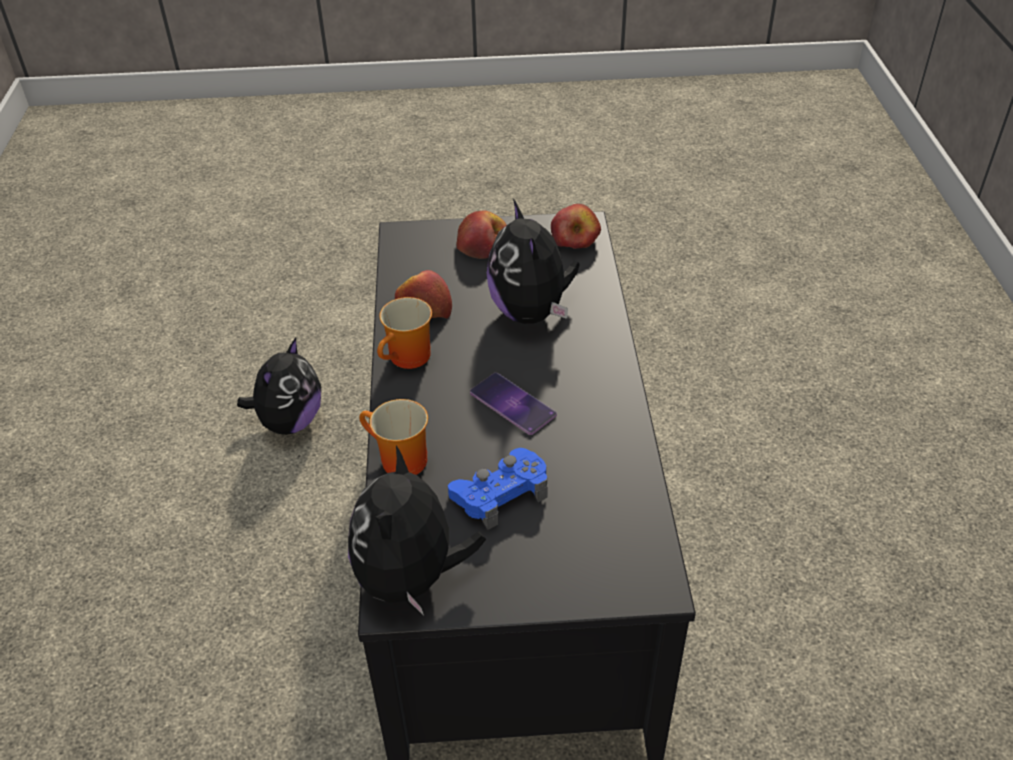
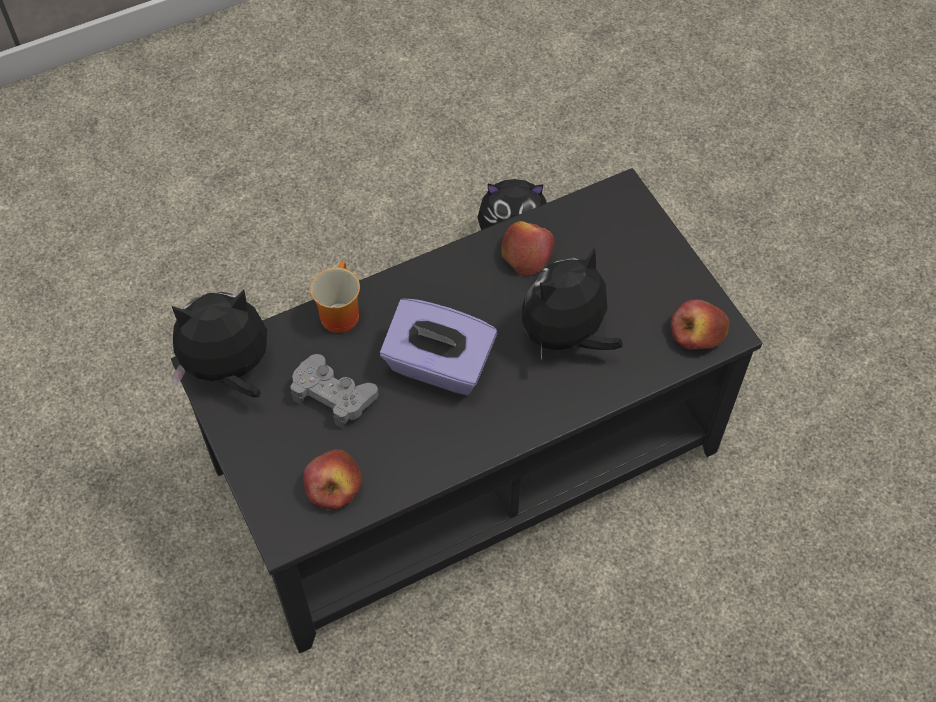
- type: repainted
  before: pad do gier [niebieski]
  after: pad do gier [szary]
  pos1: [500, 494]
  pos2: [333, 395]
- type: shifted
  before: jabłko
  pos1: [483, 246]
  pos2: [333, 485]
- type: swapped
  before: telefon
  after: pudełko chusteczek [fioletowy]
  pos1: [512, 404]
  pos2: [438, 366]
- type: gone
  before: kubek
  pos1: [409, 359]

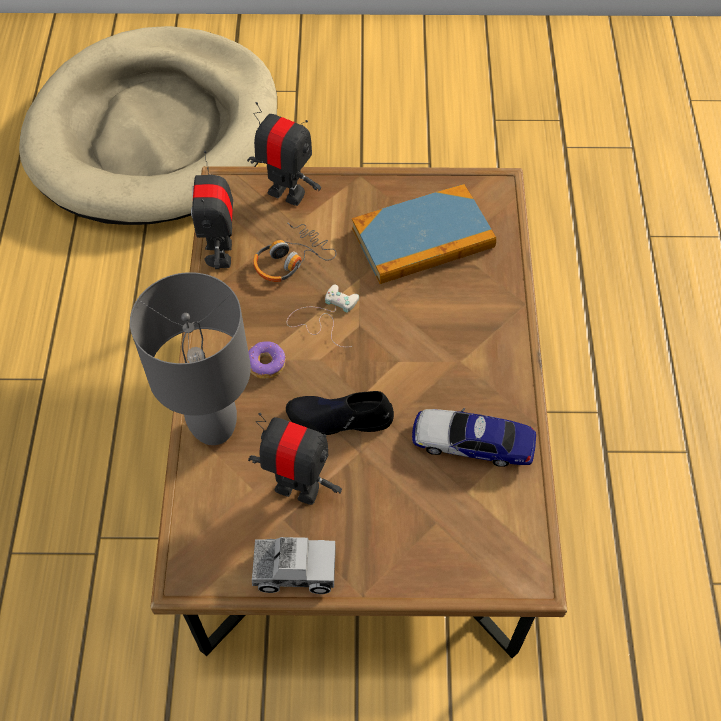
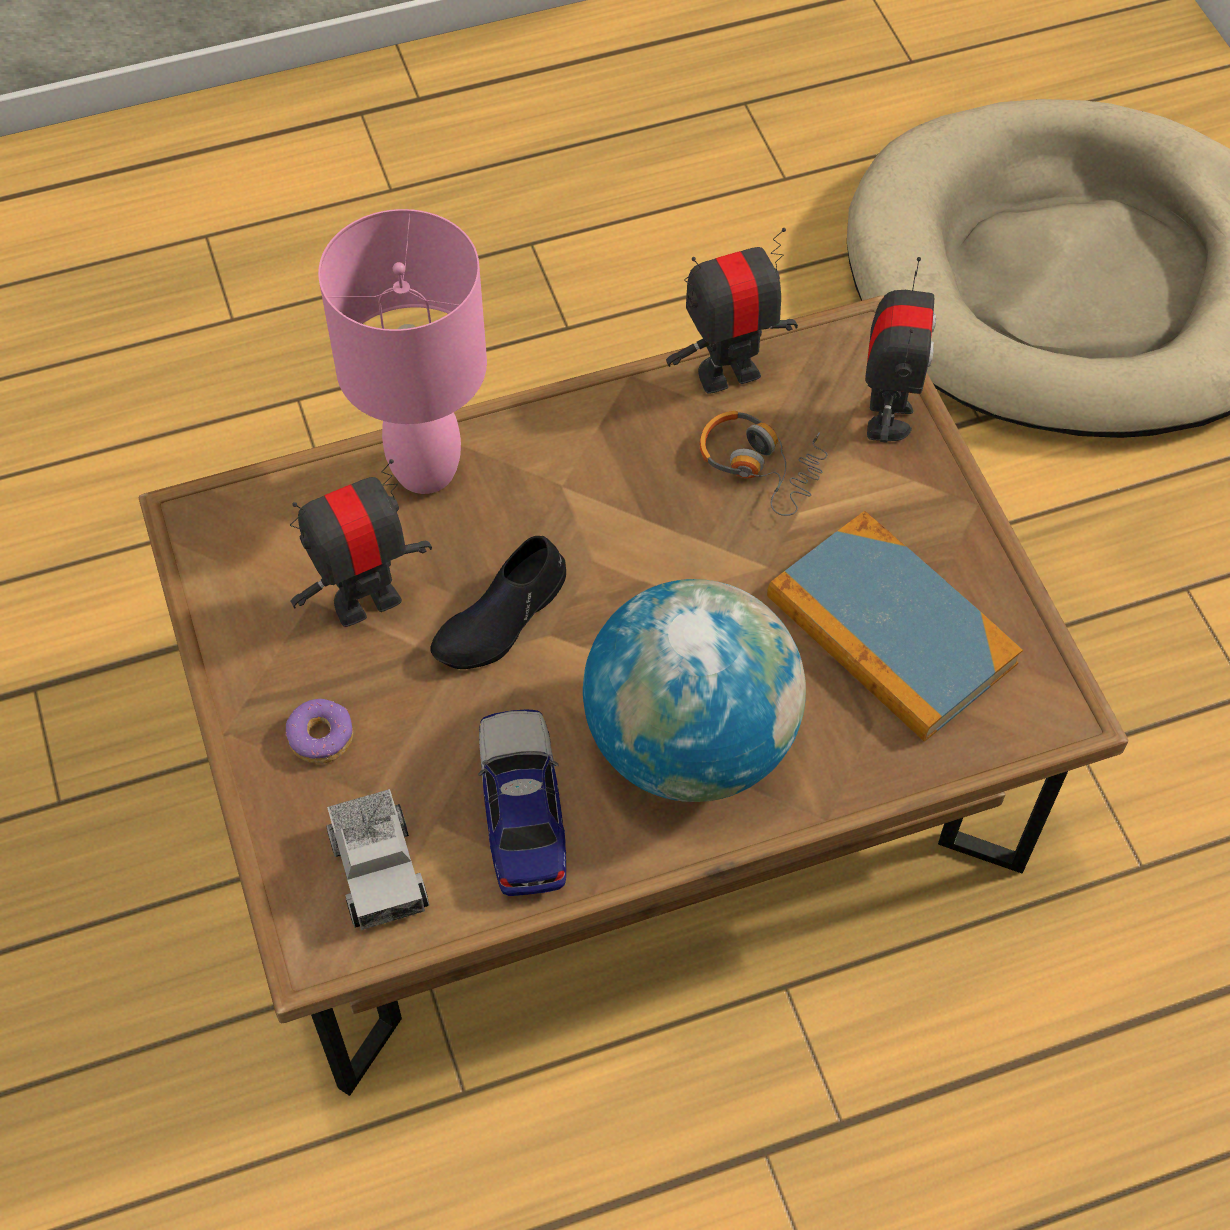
- type: shifted
  before: donut
  pos1: [266, 363]
  pos2: [321, 737]
- type: rotated
  before: robot zabawkowy
  pos1: [297, 488]
  pos2: [366, 601]
  turn: -120
- type: repainted
  before: lampa stołowa [szary]
  after: lampa stołowa [różowy]
  pos1: [213, 427]
  pos2: [426, 468]
- type: shifted
  before: ciężarówka zabawkowa
  pos1: [294, 570]
  pos2: [378, 869]
- type: rotated
  before: but [czarny]
  pos1: [340, 418]
  pos2: [501, 618]
  turn: -120
- type: new
  after: globus
  pos2: [690, 742]
- type: gone
  before: pad do gier [biały]
  pos1: [324, 317]

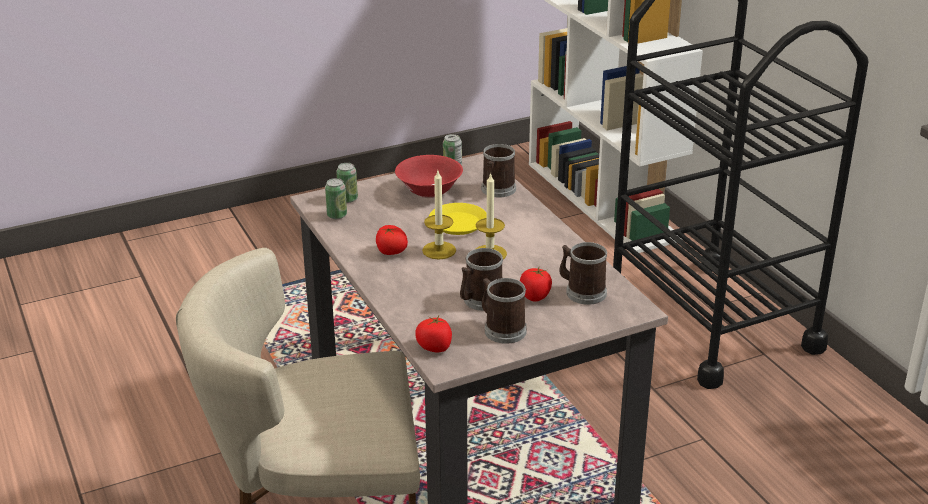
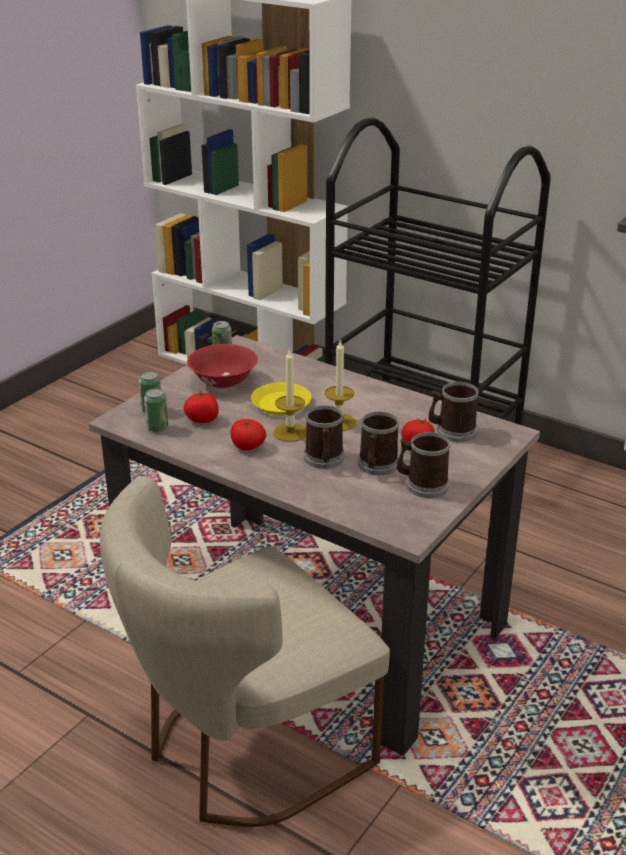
- type: shifted
  before: pomidor
  pos1: [435, 347]
  pos2: [202, 419]
- type: shifted
  before: kubek
  pos1: [496, 191]
  pos2: [324, 460]

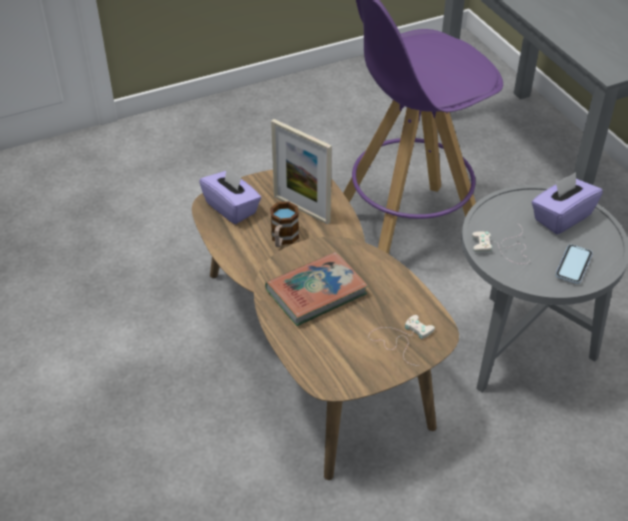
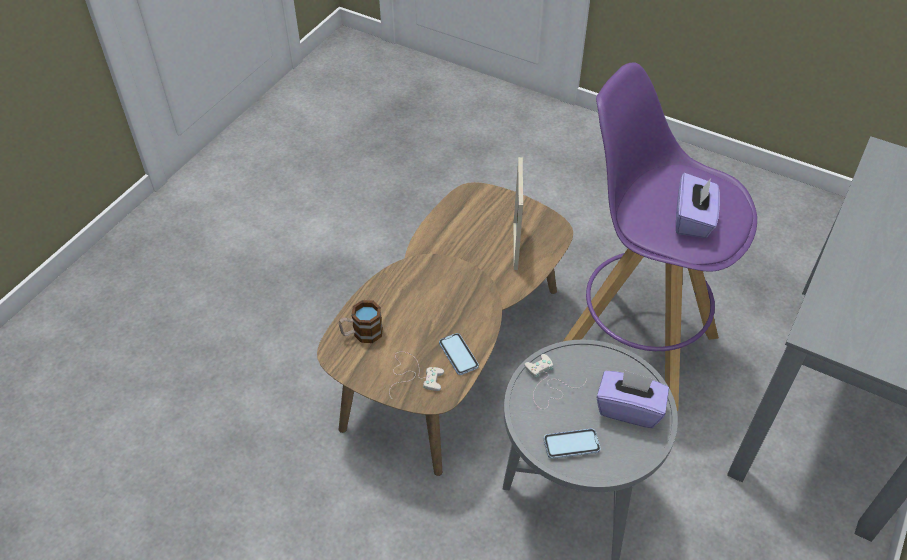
- type: shifted
  before: kubek
  pos1: [283, 239]
  pos2: [362, 333]
- type: new
  after: telefon
  pos2: [458, 355]
- type: shifted
  before: pudełko chusteczek [fioletowy]
  pos1: [232, 208]
  pos2: [693, 219]
- type: gone
  before: książka
  pos1: [316, 292]

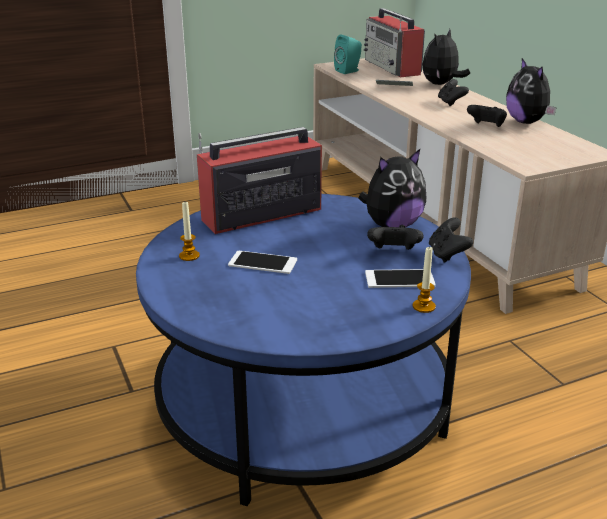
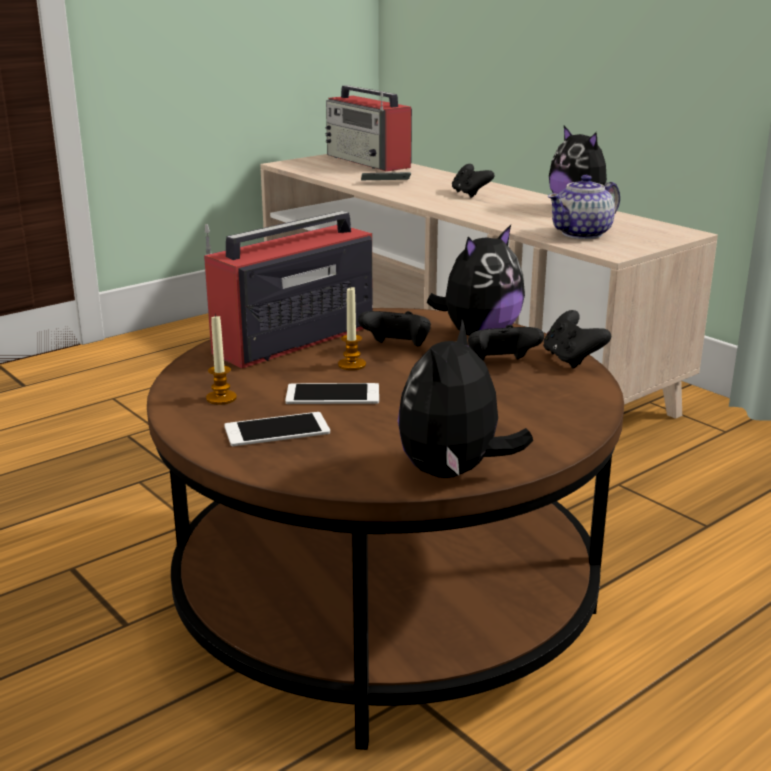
- type: repainted
  before: ława [niebieski]
  after: ława [brązowy]
  pos1: [303, 402]
  pos2: [385, 599]
- type: shifted
  before: telefon
  pos1: [399, 279]
  pos2: [277, 430]
- type: shifted
  before: świeca
  pos1: [424, 306]
  pos2: [352, 365]
- type: shifted
  before: pad do gier [czarny]
  pos1: [486, 126]
  pos2: [396, 348]
- type: shifted
  before: pluszak
  pos1: [441, 84]
  pos2: [454, 473]
- type: new
  after: imbryk
  pos2: [583, 234]
- type: gone
  before: głośnik [turkusowy]
  pos1: [349, 71]

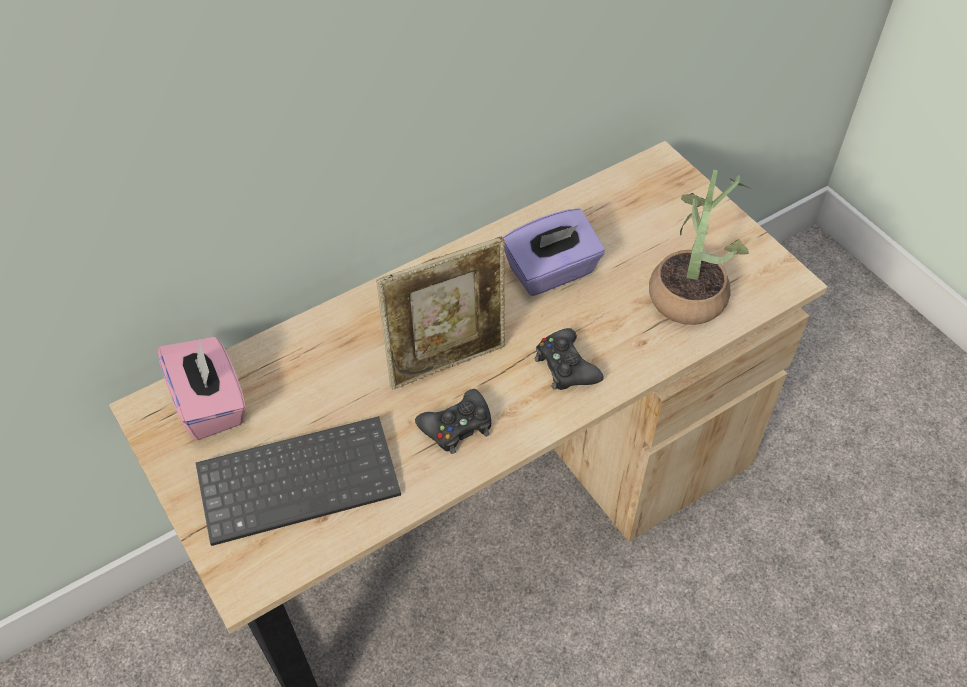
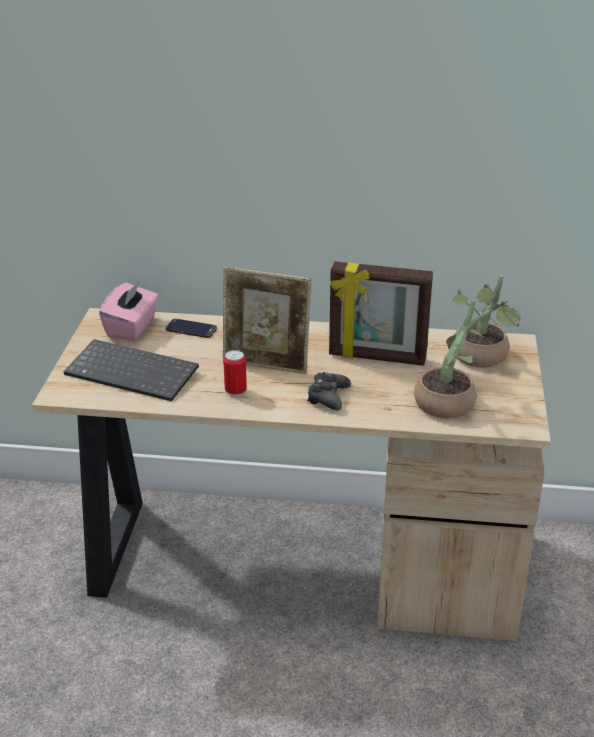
- type: new
  after: telefon
  pos2: [191, 329]
- type: swapped
  before: pad do gier [czarny]
  after: puszka
  pos1: [457, 427]
  pos2: [235, 391]
- type: swapped
  before: pudełko chusteczek [fioletowy]
  after: ramka na zdjęcie
  pos1: [552, 272]
  pos2: [377, 358]
- type: new
  after: roślina doniczkowa
  pos2: [481, 359]

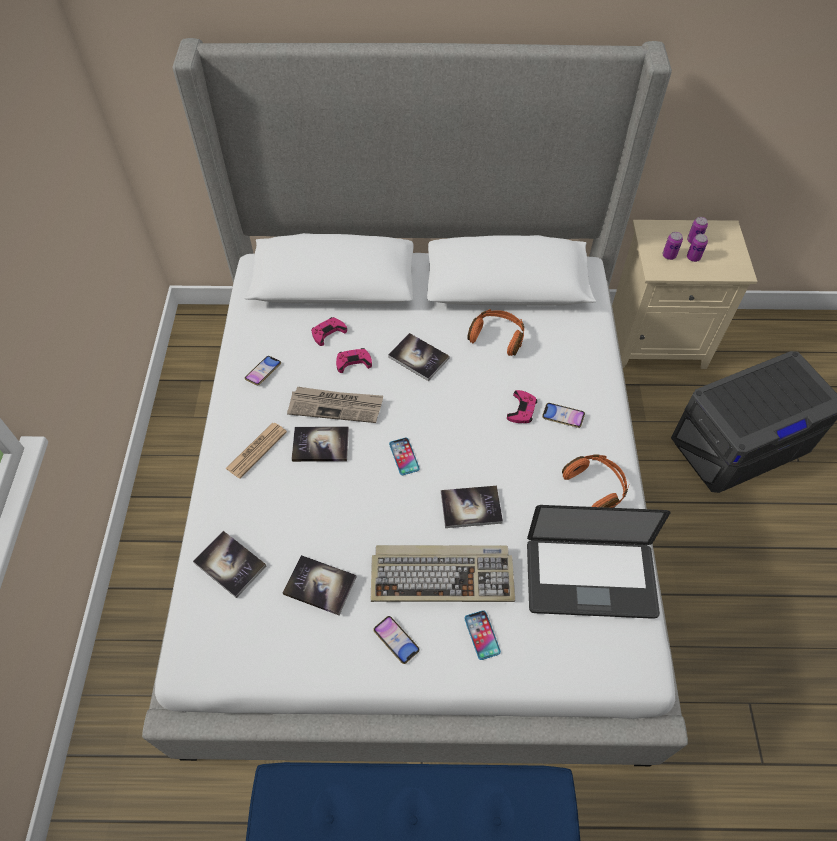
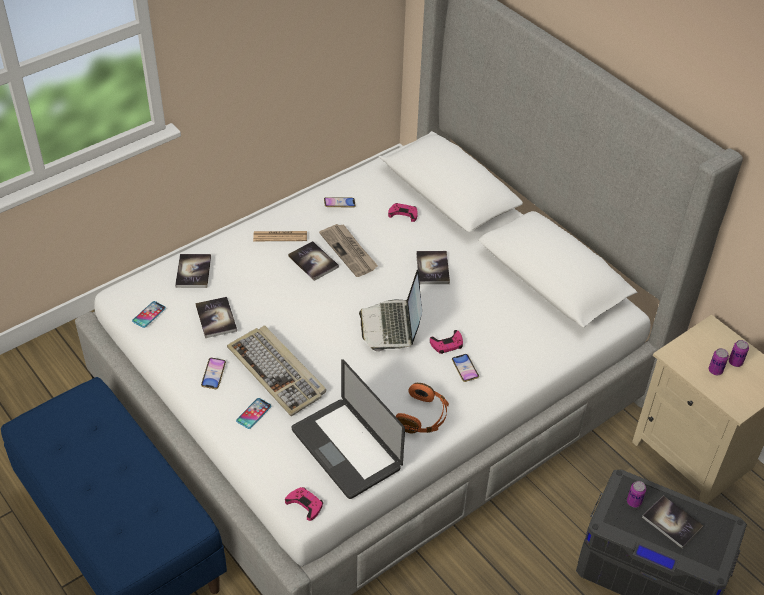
- type: shifted
  before: telefon
  pos1: [404, 456]
  pos2: [149, 315]
- type: shifted
  before: pad do gier [różowy]
  pos1: [353, 362]
  pos2: [305, 504]
- type: new
  after: laptop
  pos2: [391, 326]
- type: shifted
  before: puszka
  pos1: [669, 255]
  pos2: [634, 502]
- type: shifted
  before: książka
  pos1: [471, 507]
  pos2: [672, 522]
- type: gone
  before: słuchawki [pomarańczowy]
  pos1: [497, 337]

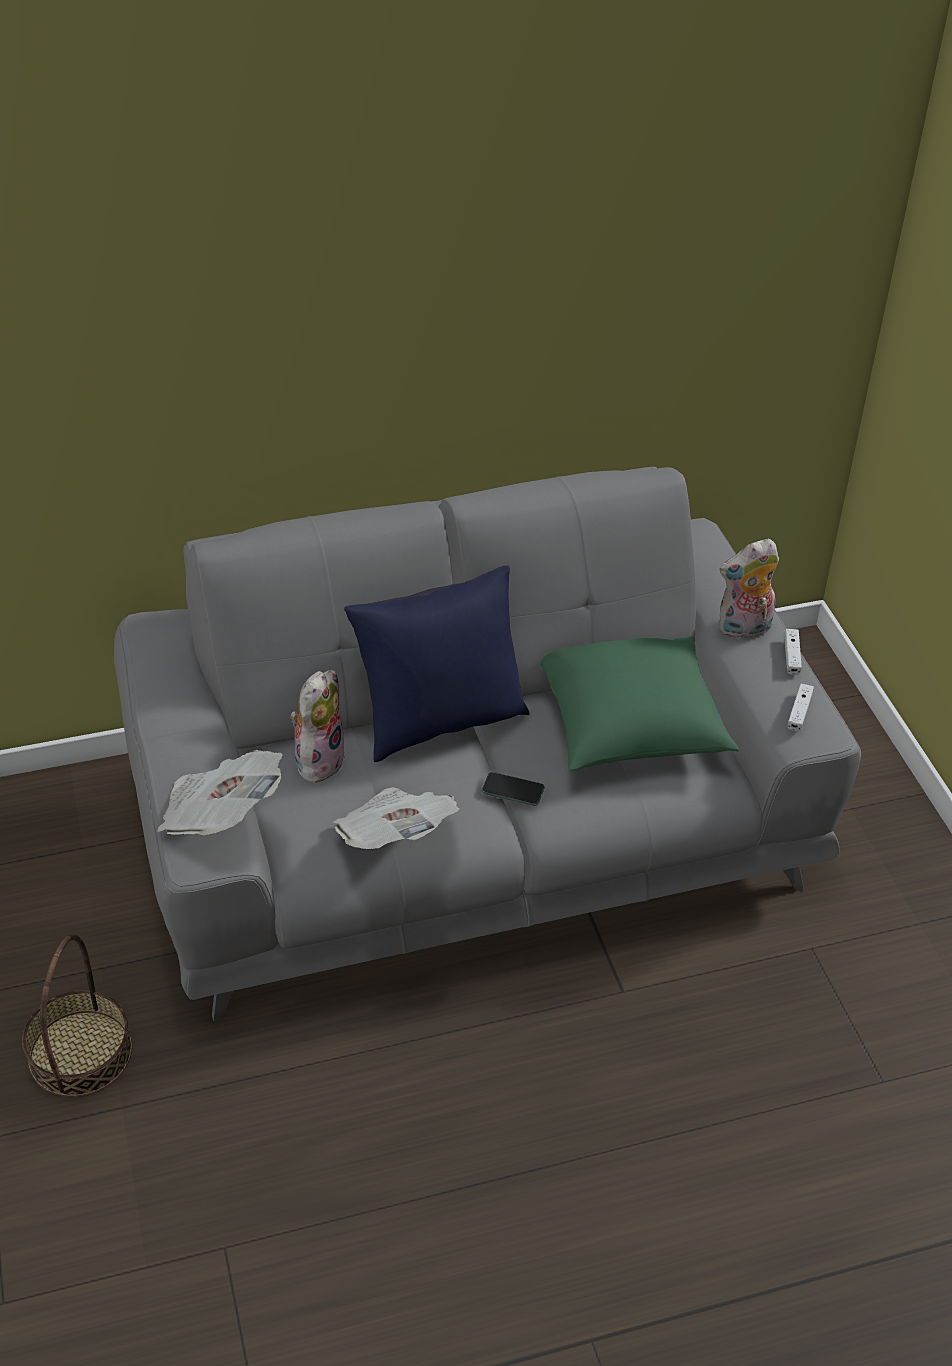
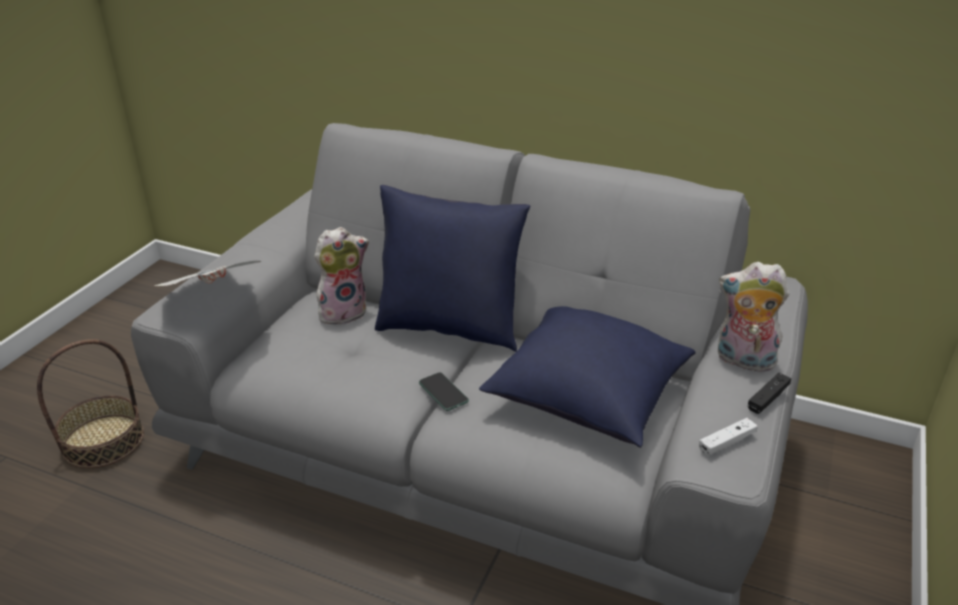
- type: repainted
  before: poduszka [zielony]
  after: poduszka [niebieski]
  pos1: [630, 727]
  pos2: [587, 397]
- type: repainted
  before: pad do gier [biały]
  after: pad do gier [czarny]
  pos1: [791, 656]
  pos2: [768, 398]
- type: gone
  before: gazeta
  pos1: [395, 838]

